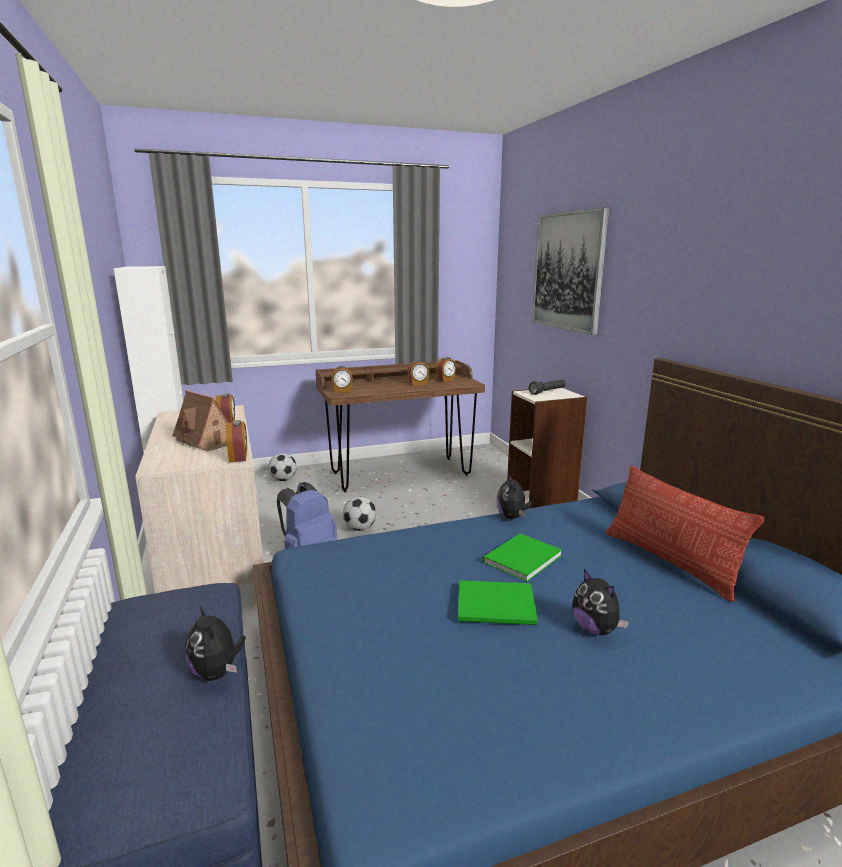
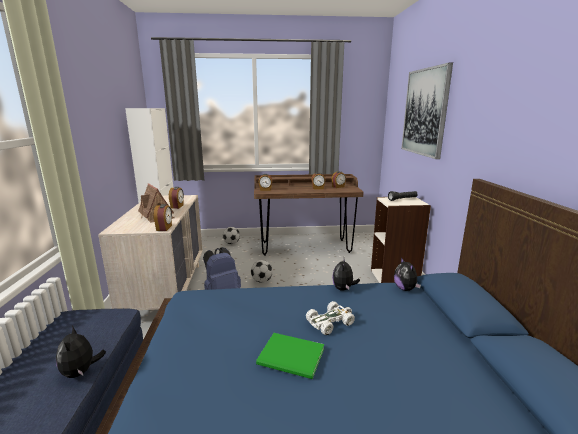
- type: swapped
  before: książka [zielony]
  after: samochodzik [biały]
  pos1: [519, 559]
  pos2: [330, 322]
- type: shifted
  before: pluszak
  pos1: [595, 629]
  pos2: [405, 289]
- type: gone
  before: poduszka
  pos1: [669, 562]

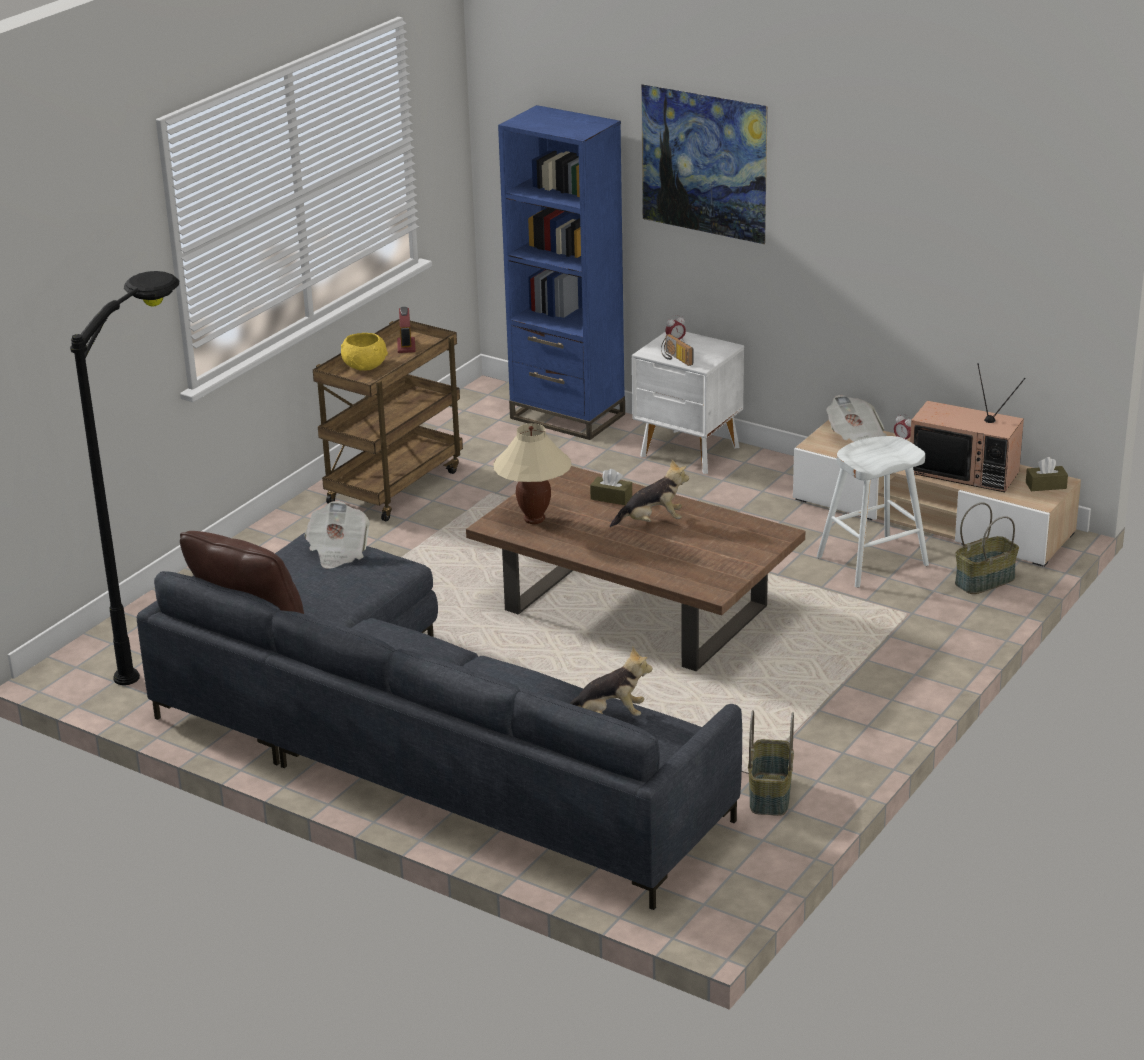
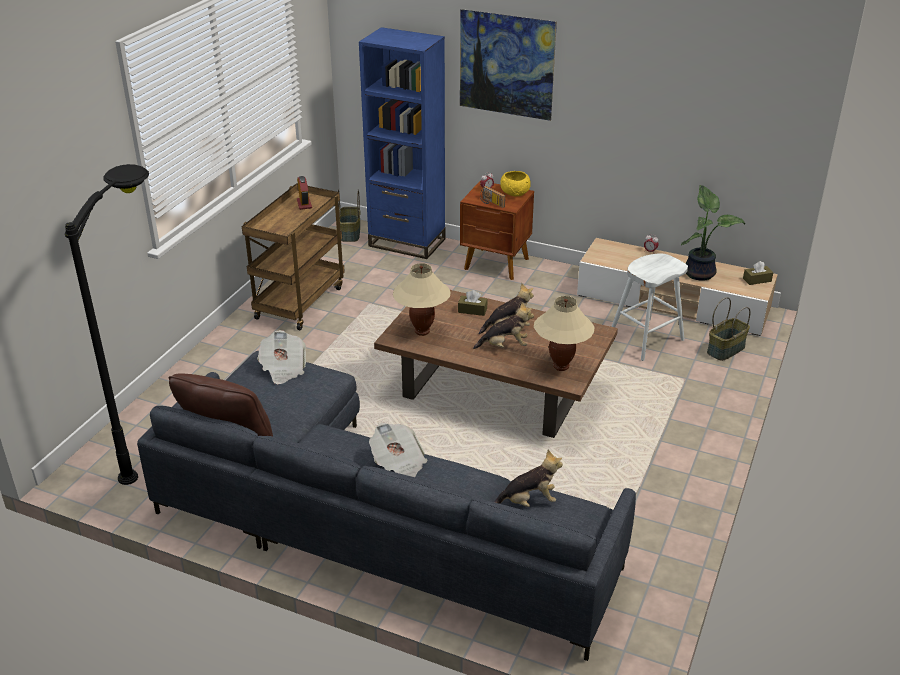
- type: shifted
  before: koszyk
  pos1: [771, 795]
  pos2: [350, 233]
- type: shifted
  before: gazeta
  pos1: [856, 438]
  pos2: [398, 463]
- type: repainted
  before: szafka nocna [biały]
  after: szafka nocna [brązowy]
  pos1: [690, 452]
  pos2: [497, 264]
- type: new
  after: pluszak
  pos2: [505, 346]
- type: shifted
  before: miska [żółty]
  pos1: [364, 365]
  pos2: [515, 192]
- type: new
  after: lampa stołowa [beżowy]
  pos2: [561, 367]
- type: swapped
  before: telewizor
  after: roślina doniczkowa
  pos1: [966, 472]
  pos2: [700, 273]

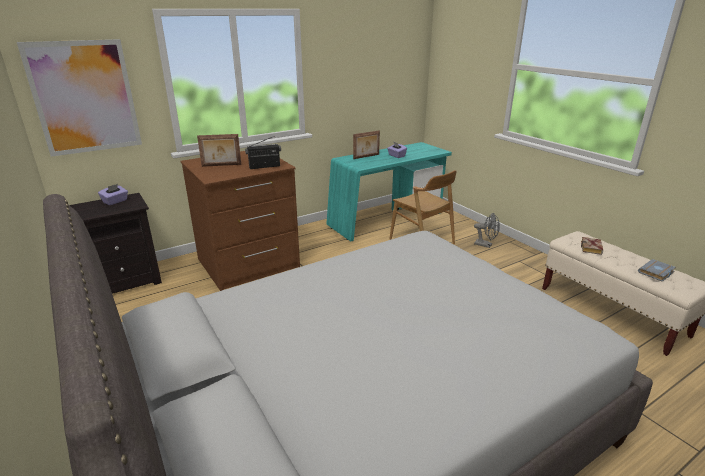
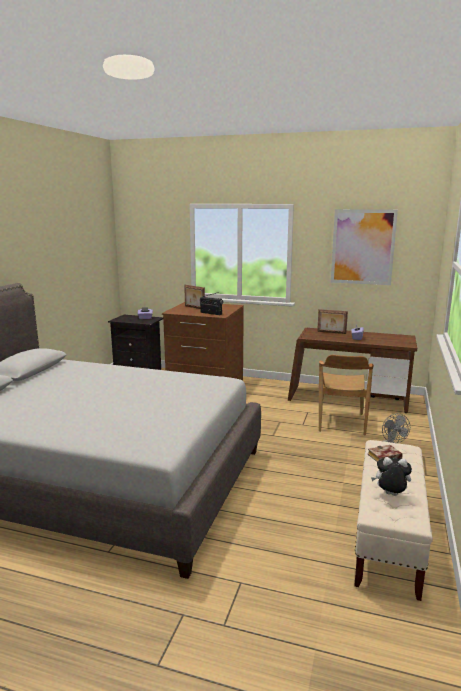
- type: repainted
  before: biurko [turkusowy]
  after: biurko [brązowy]
  pos1: [387, 220]
  pos2: [348, 400]
- type: shifted
  before: obraz
  pos1: [85, 97]
  pos2: [363, 247]
- type: swapped
  before: książka [szary]
  after: pluszak
  pos1: [656, 273]
  pos2: [390, 495]

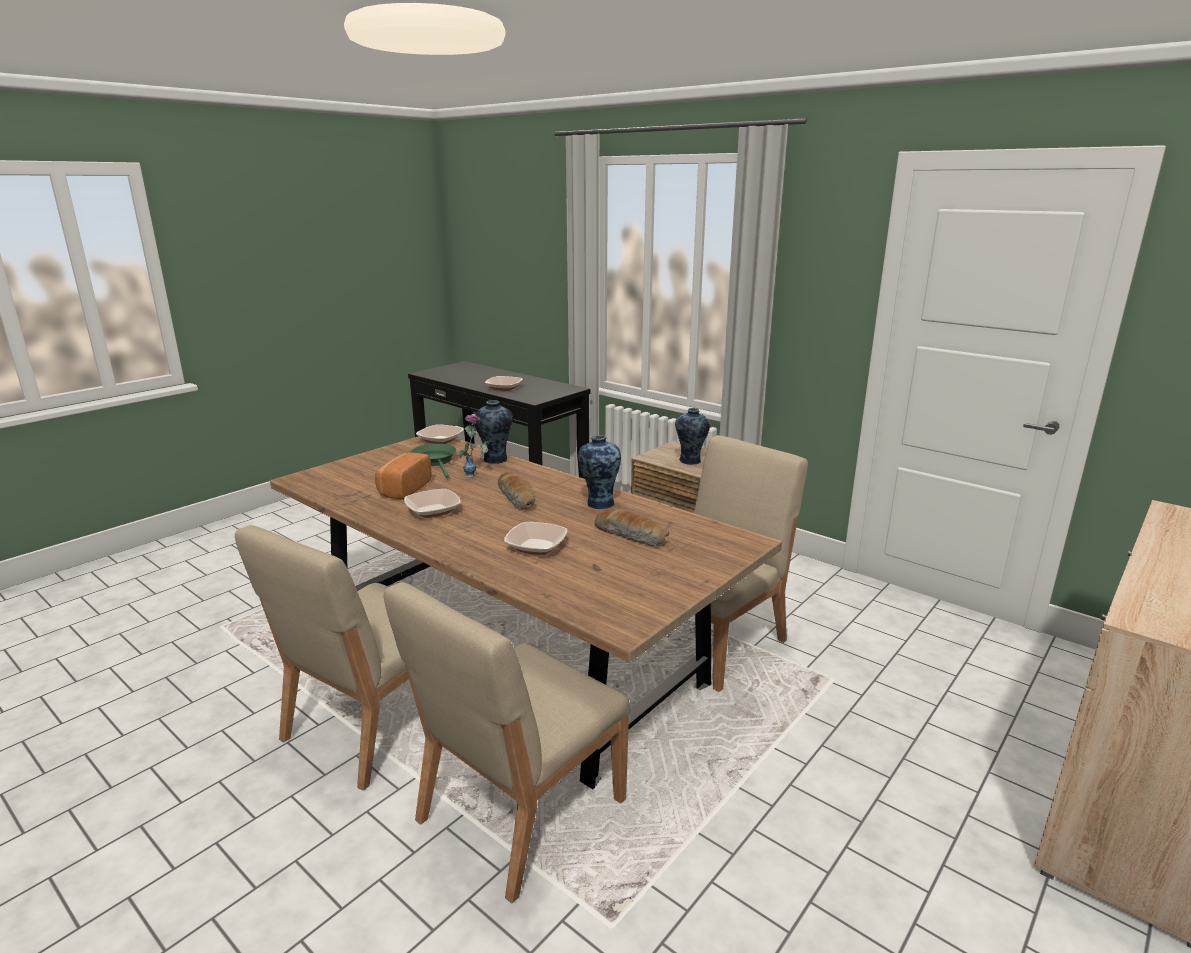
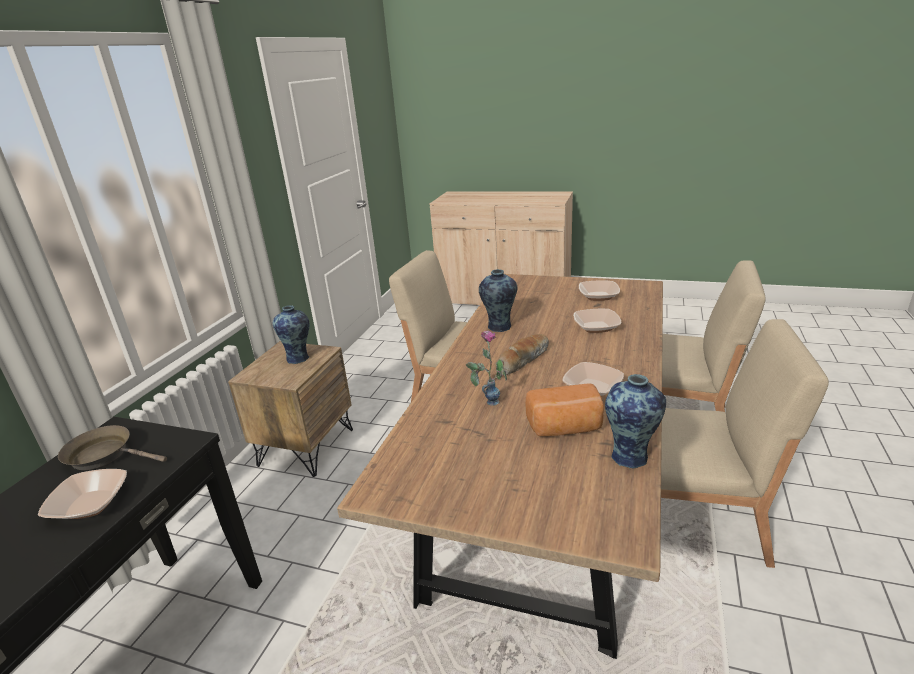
- type: new
  after: patelnia [brązowy]
  pos2: [105, 455]
- type: shifted
  before: miska
  pos1: [440, 440]
  pos2: [598, 296]
- type: shifted
  before: wazon
  pos1: [495, 460]
  pos2: [631, 456]
- type: gone
  before: patelnia [zielony]
  pos1: [435, 461]
- type: gone
  before: chleb
  pos1: [631, 535]

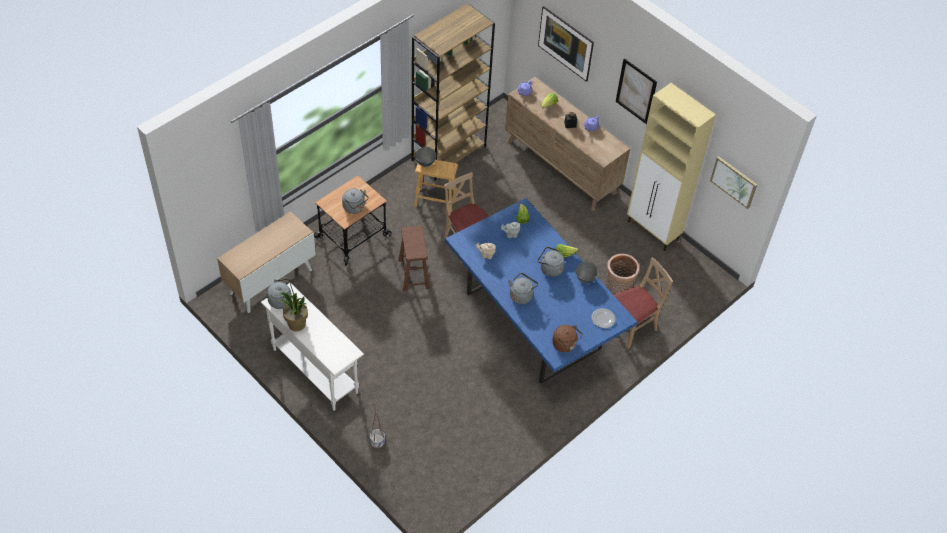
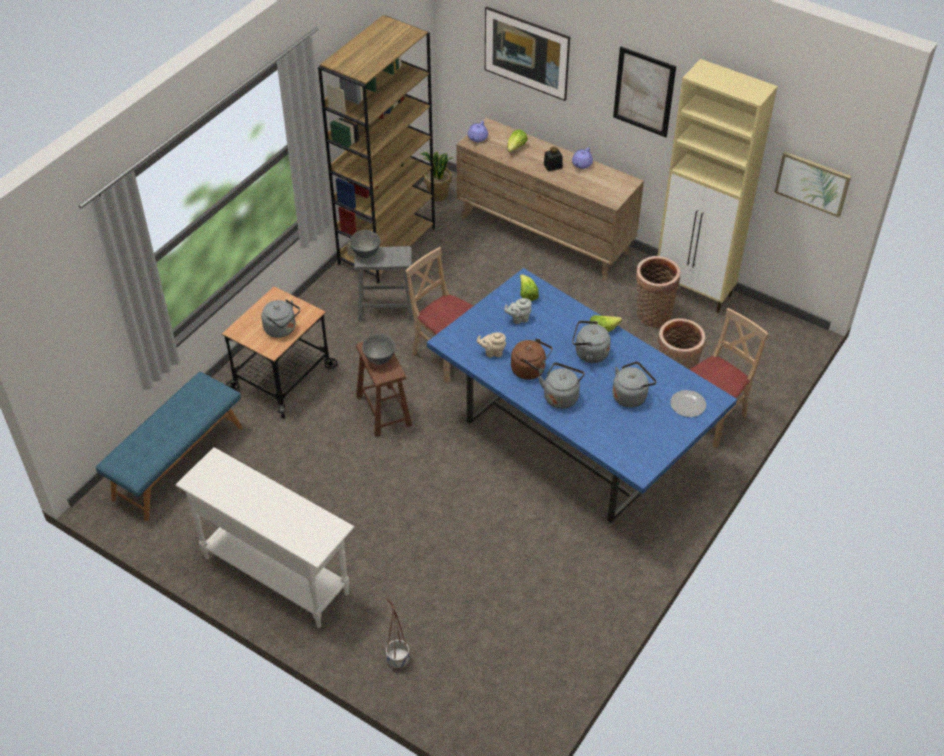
- type: swapped
  before: szafka
  after: ławka [niebieski]
  pos1: [271, 281]
  pos2: [177, 462]
- type: repainted
  before: stołek [brązowy]
  after: stołek [szary]
  pos1: [435, 200]
  pos2: [386, 308]
- type: shifted
  before: miska [szary]
  pos1: [585, 279]
  pos2: [380, 359]
- type: shifted
  before: roślina doniczkowa
  pos1: [296, 324]
  pos2: [438, 195]
- type: shifted
  before: czajnik [brązowy]
  pos1: [565, 345]
  pos2: [530, 370]
- type: shifted
  before: czajnik [szary]
  pos1: [281, 300]
  pos2: [631, 396]
- type: new
  after: koszyk
  pos2: [652, 314]

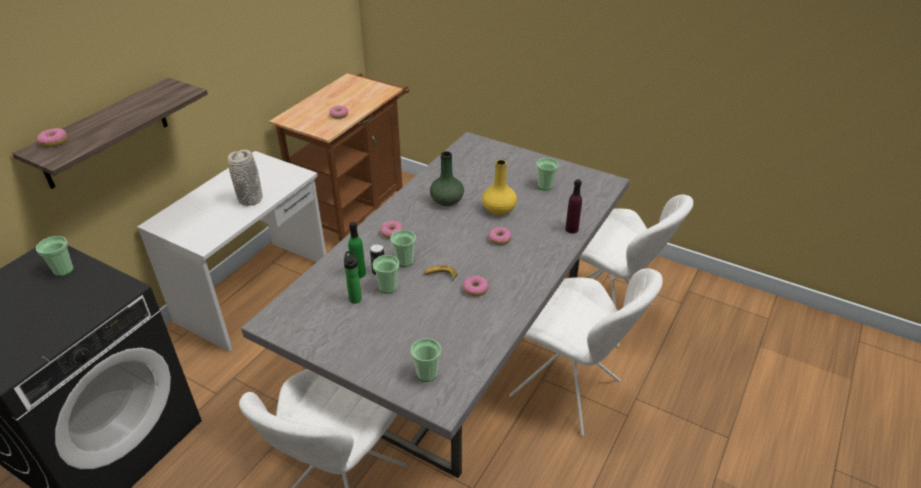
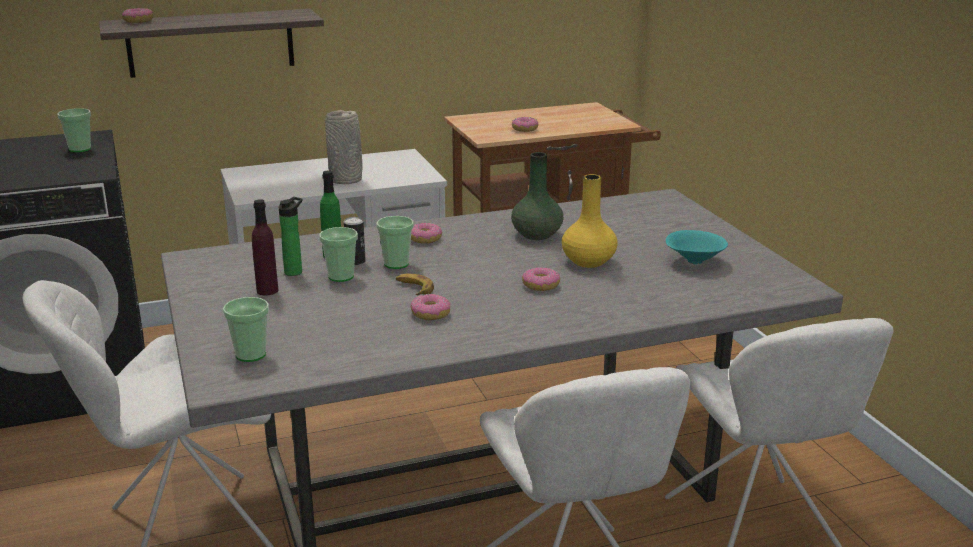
- type: shifted
  before: butelka [fioletowy]
  pos1: [571, 229]
  pos2: [267, 290]
- type: swapped
  before: filiżanka
  after: miska [turkusowy]
  pos1: [545, 186]
  pos2: [693, 262]

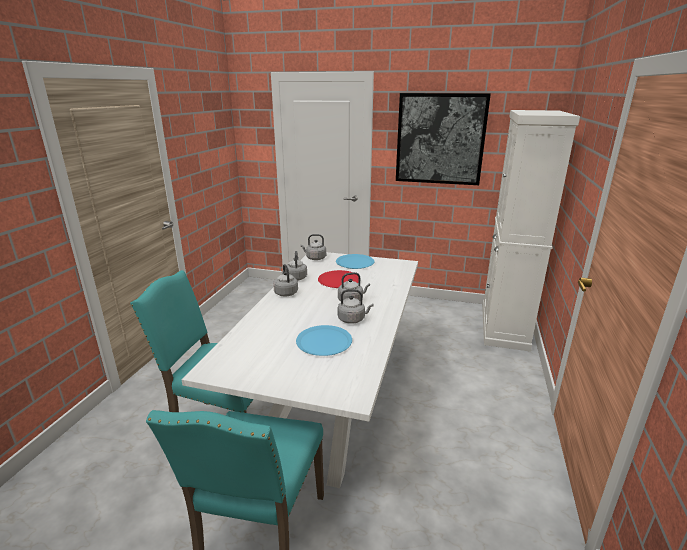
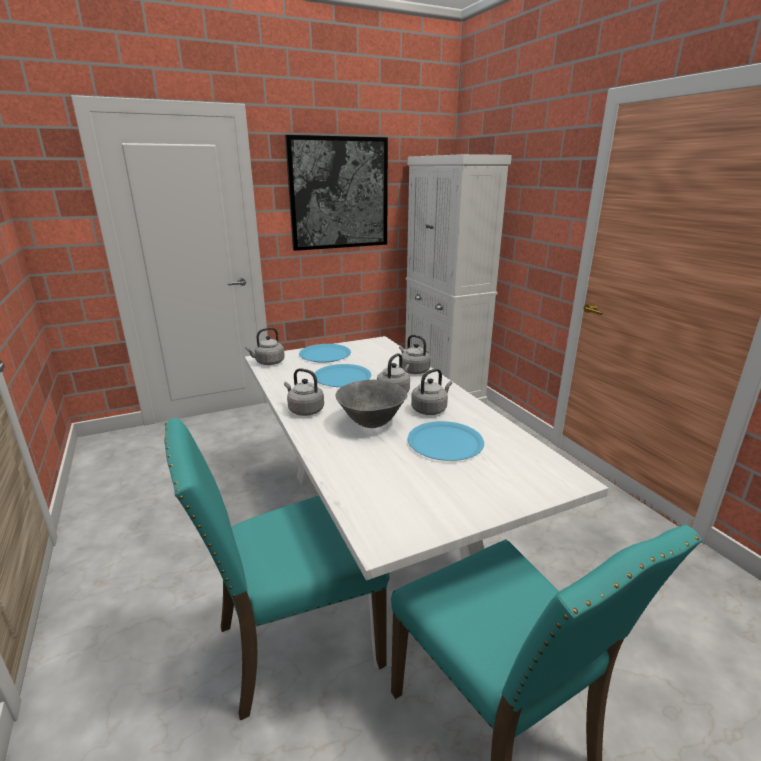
- type: repainted
  before: talerz [czerwony]
  after: talerz [niebieski]
  pos1: [339, 280]
  pos2: [342, 377]
- type: new
  after: miska [szary]
  pos2: [371, 423]
- type: shifted
  before: czajnik [szary]
  pos1: [296, 277]
  pos2: [413, 370]

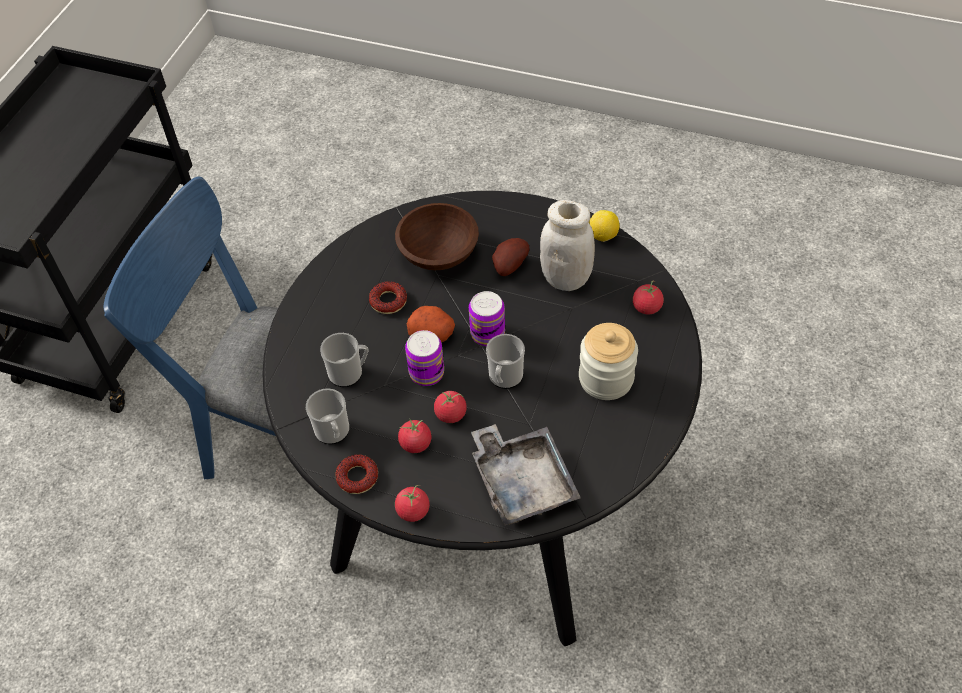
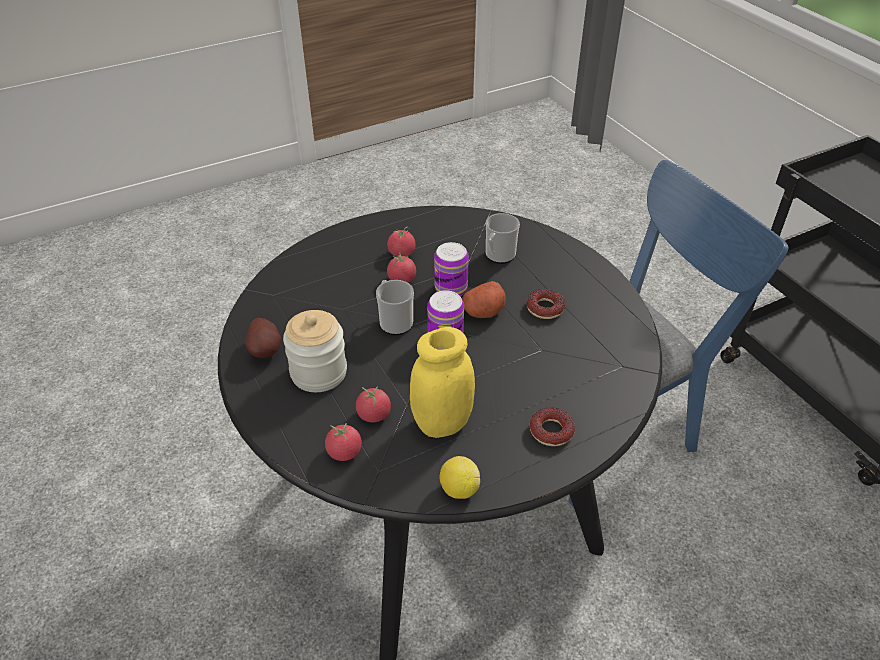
- type: shifted
  before: ziemniak
  pos1: [508, 266]
  pos2: [266, 350]
- type: shifted
  before: pomidor
  pos1: [413, 511]
  pos2: [374, 415]
- type: repainted
  before: słoik [biały]
  after: słoik [żółty]
  pos1: [566, 278]
  pos2: [442, 423]
- type: shifted
  before: donut
  pos1: [357, 477]
  pos2: [551, 431]
- type: gone
  before: kubek
  pos1: [333, 433]
- type: gone
  before: miska [brązowy]
  pos1: [440, 253]
- type: gone
  before: taca [szary]
  pos1: [522, 481]

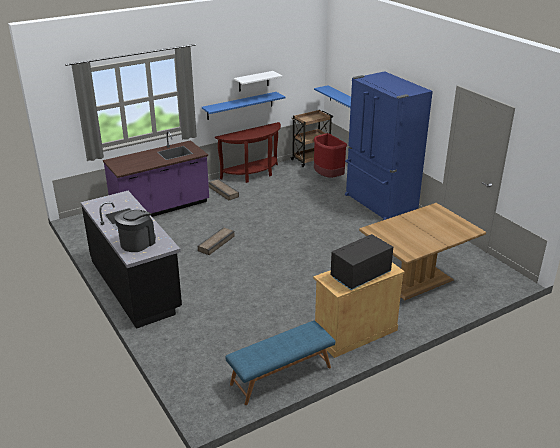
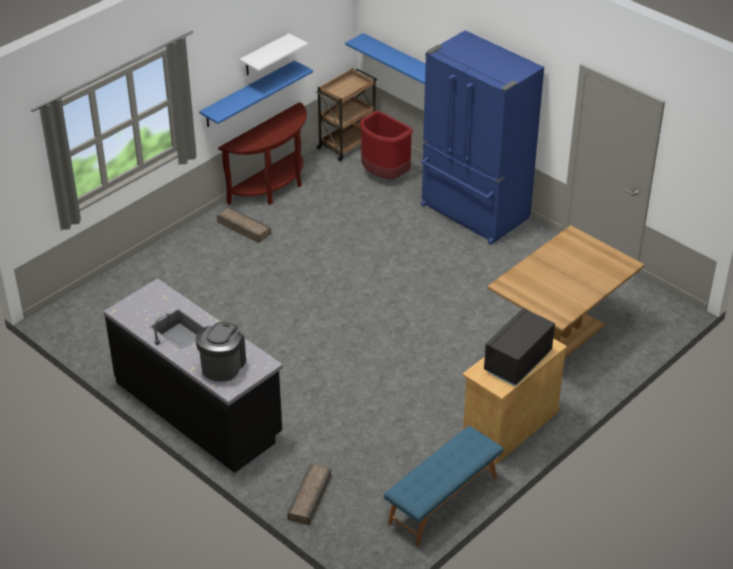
- type: shifted
  before: skrzynka
  pos1: [215, 243]
  pos2: [308, 497]
- type: gone
  before: zabudowa kuchenna [fioletowy]
  pos1: [161, 208]

